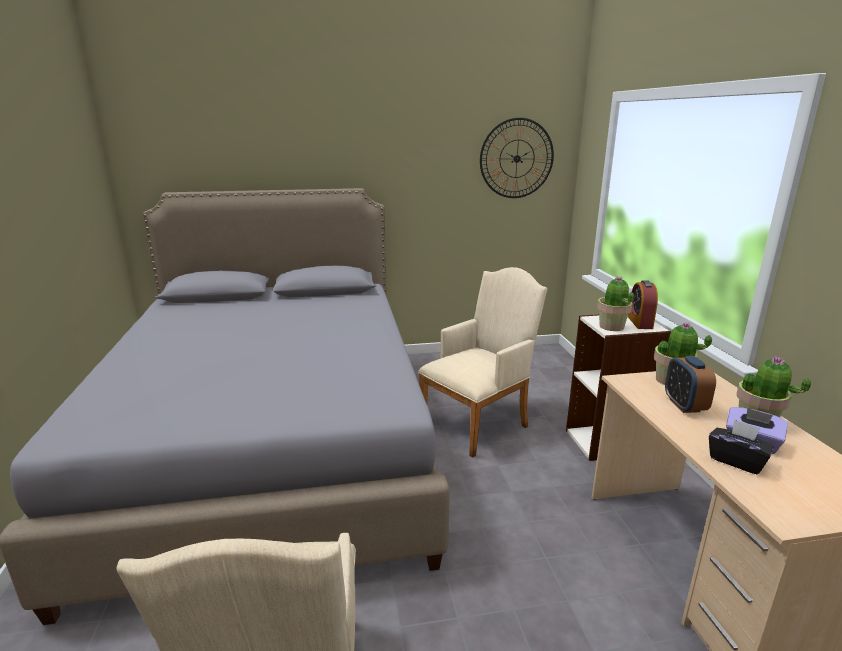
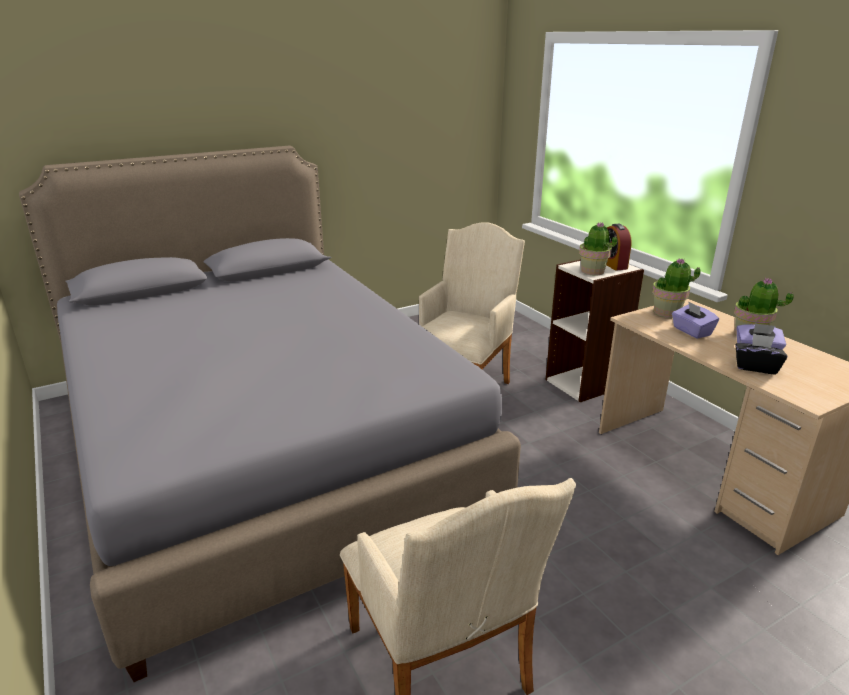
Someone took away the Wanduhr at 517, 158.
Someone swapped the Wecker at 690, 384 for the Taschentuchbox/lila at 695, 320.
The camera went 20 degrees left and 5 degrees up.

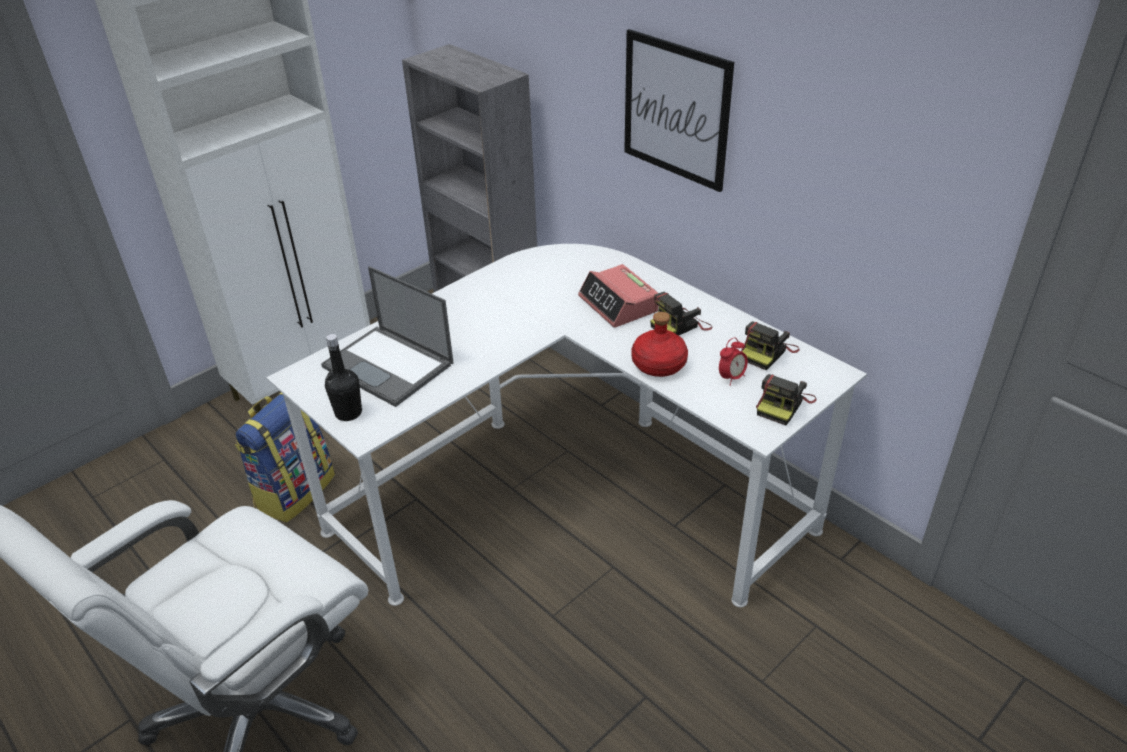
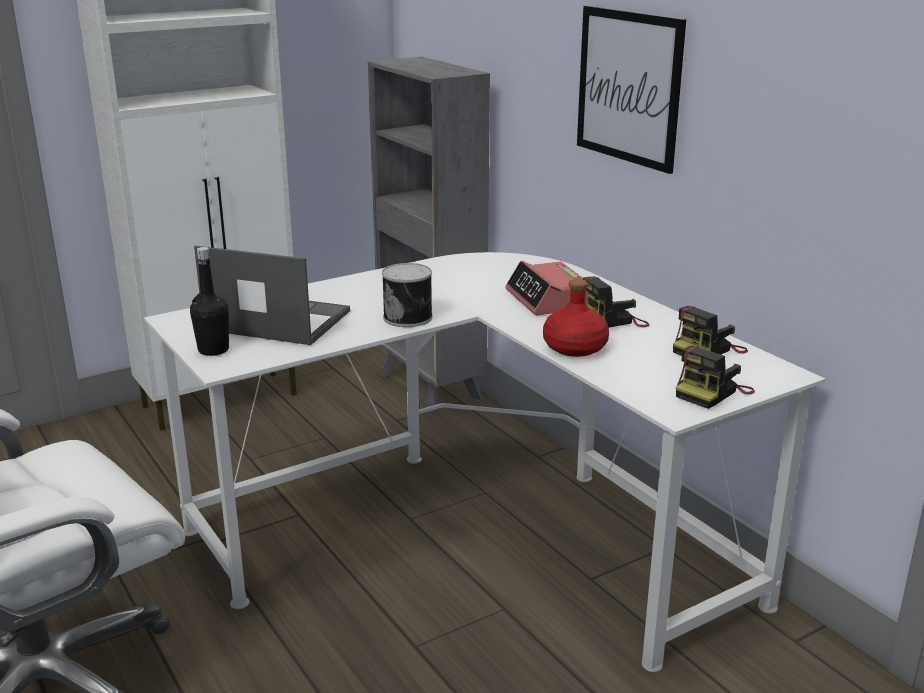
Someone took away the Rucksack at 285, 457.
Someone took away the Wecker at 733, 361.
Someone put down the Dose at 407, 295.
Someone rotated the Laptop at 387, 336 by 150 degrees clockwise.
The camera went 10 degrees right and 15 degrees down.

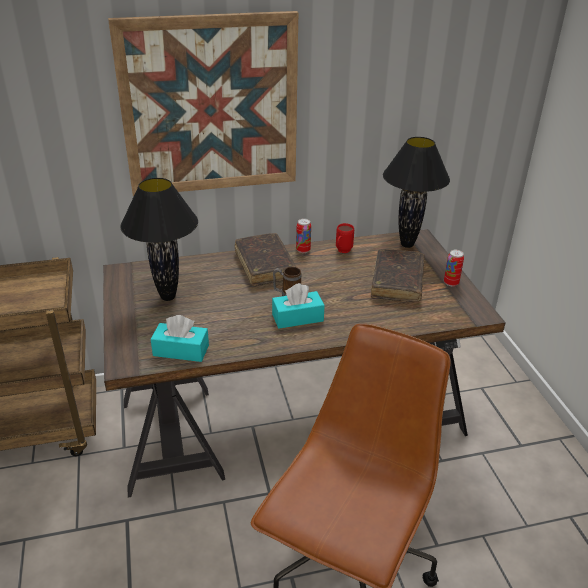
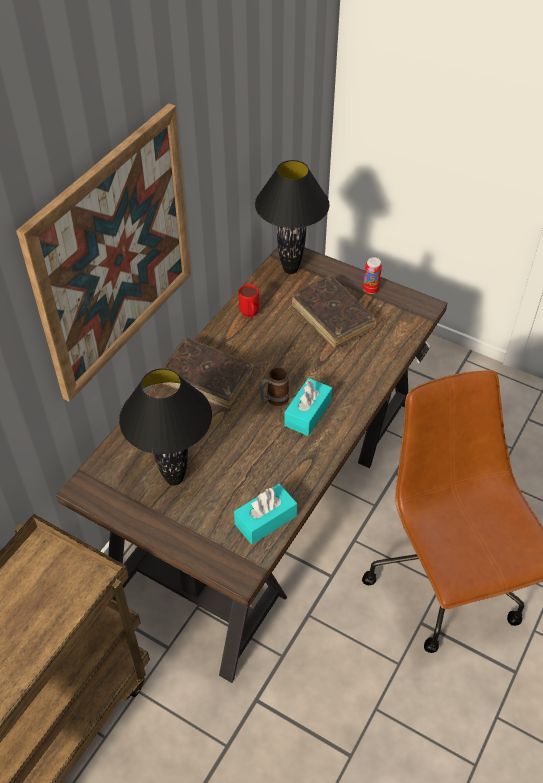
Someone took away the Dose at 303, 235.
The camera went 45 degrees left and 15 degrees up.

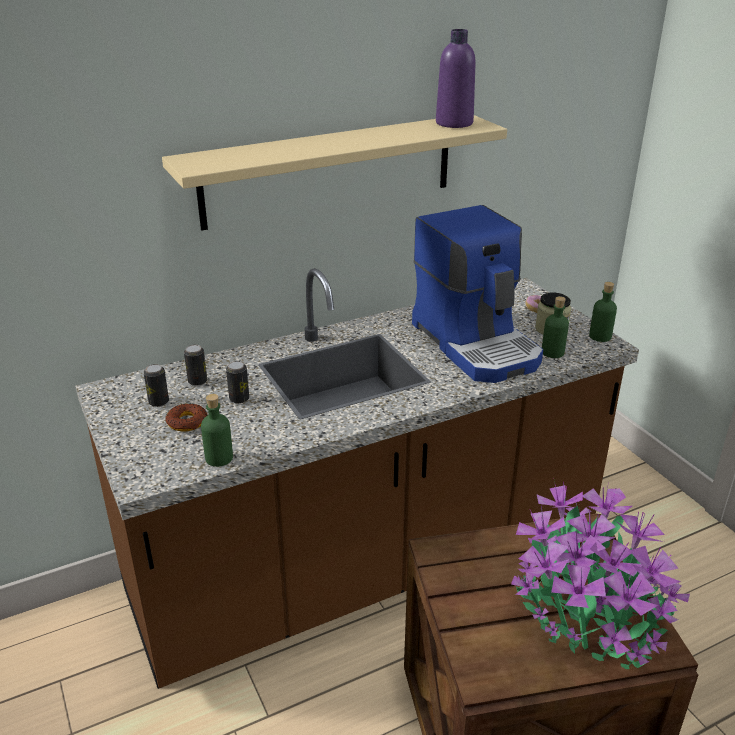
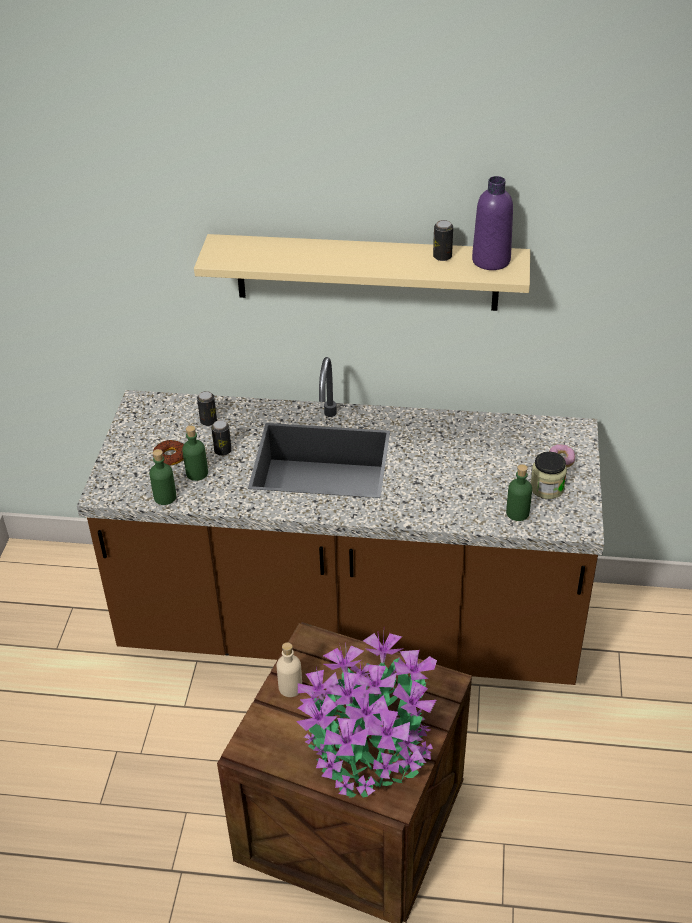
Someone took away the Kaffeemaschine at 477, 294.
Someone put down the Flasche/beige at 289, 669.
Someone carried the Dose from 156, 385 to 443, 240.
Someone carried the Flasche/grün from 603, 312 to 195, 453.
The camera went 35 degrees right and 10 degrees up.

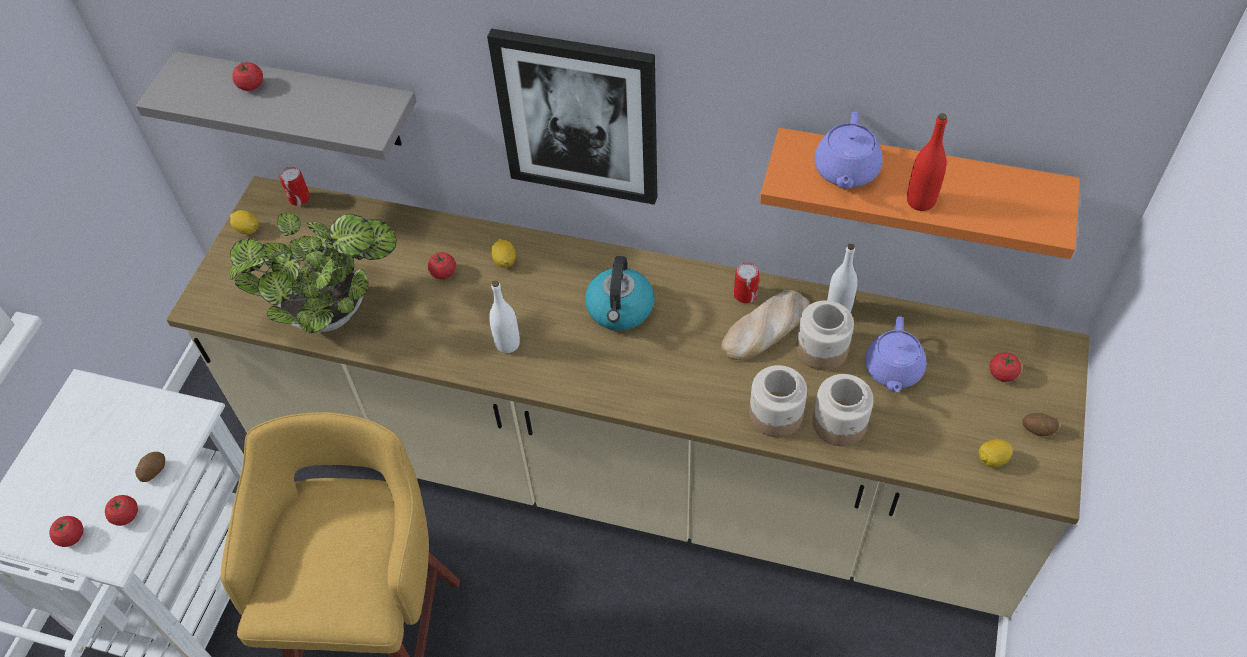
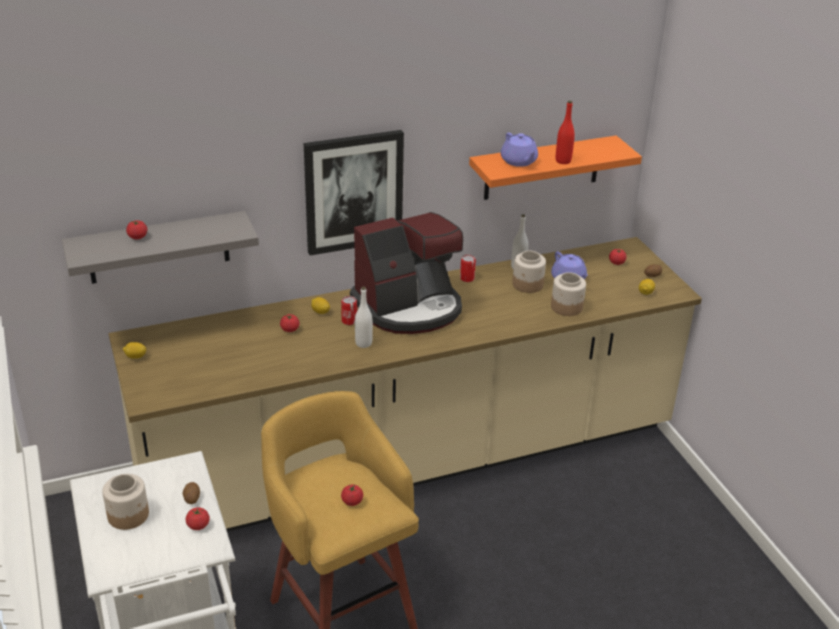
Someone took away the Topfpflanze at 313, 273.
Someone took away the Brot at 765, 325.
Someone carried the Tomate from 66, 531 to 352, 495.
Someone carried the Dose from 294, 186 to 349, 310.
Someone carried the Vorratsglas from 778, 401 to 125, 502.
Someone swapped the Wasserkessel at 619, 293 for the Kaffeemaschine at 406, 273.
The camera went 40 degrees left and 20 degrees down.

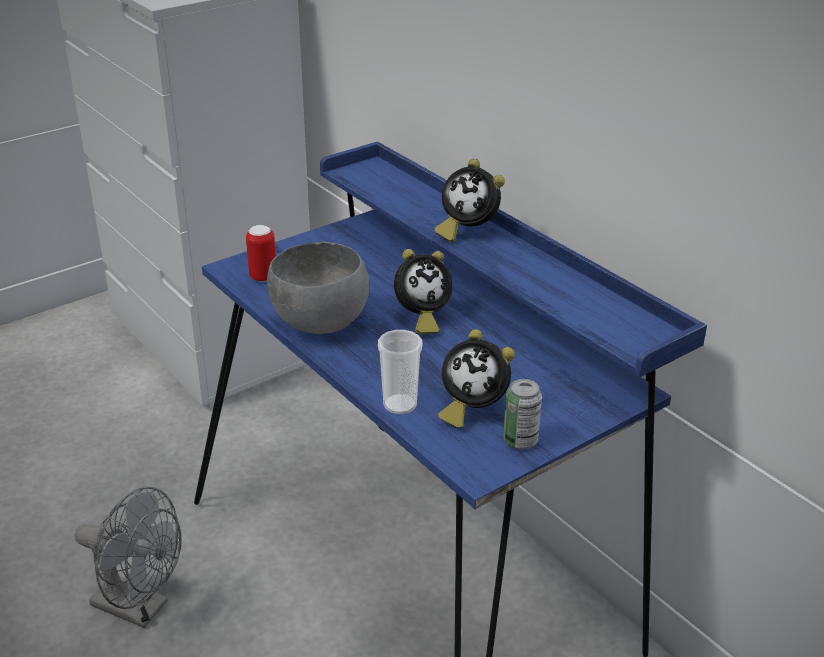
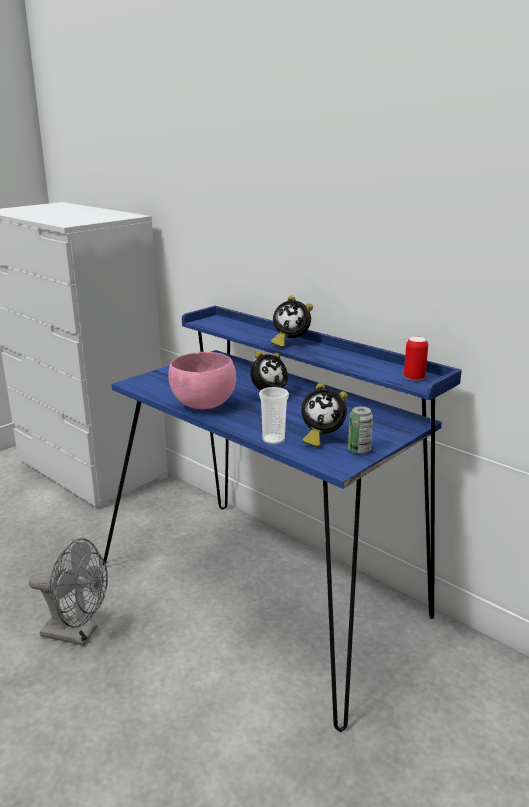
Someone carried the Dose from 261, 253 to 416, 358.
Someone repainted the Schüssel/grau at 318, 288, which became the Schüssel/rosa at 202, 380.
The camera went 10 degrees left and 10 degrees down.

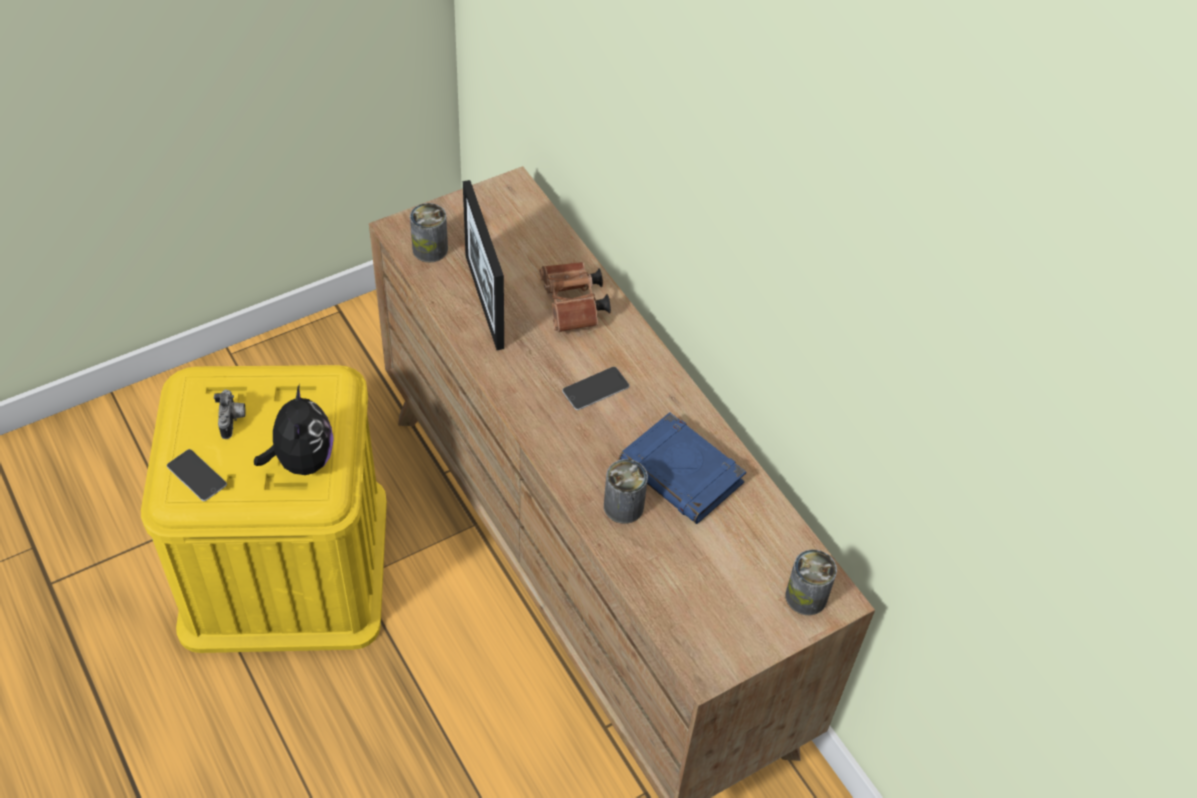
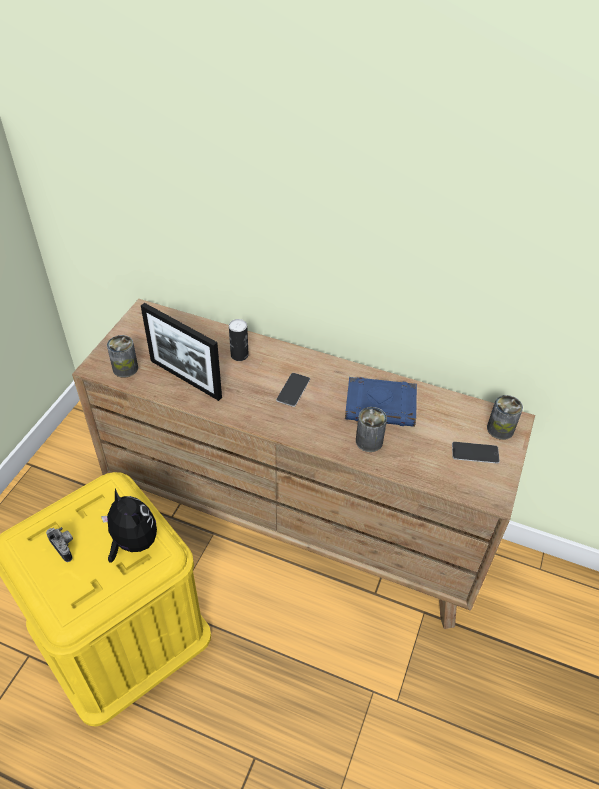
Someone carried the Handy from 196, 475 to 476, 453.
Someone swapped the Fernglas/braun at 575, 297 for the Dose at 239, 340.
The camera went 35 degrees left and 5 degrees down.

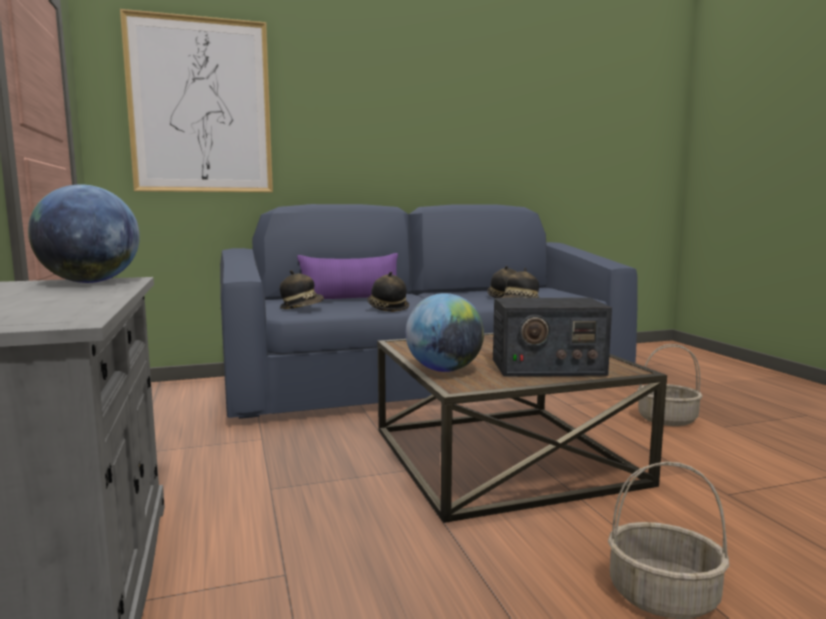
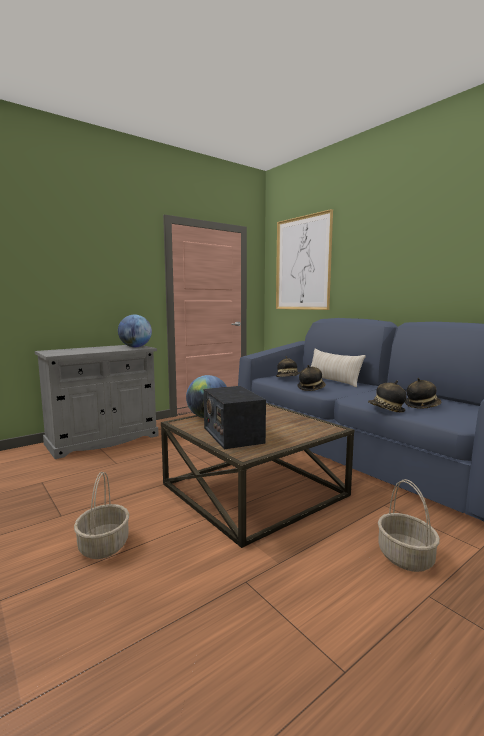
Someone repainted the Kissen/lila at 347, 276, which became the Kissen/beige at 338, 368.
The camera went 70 degrees right and 0 degrees up.

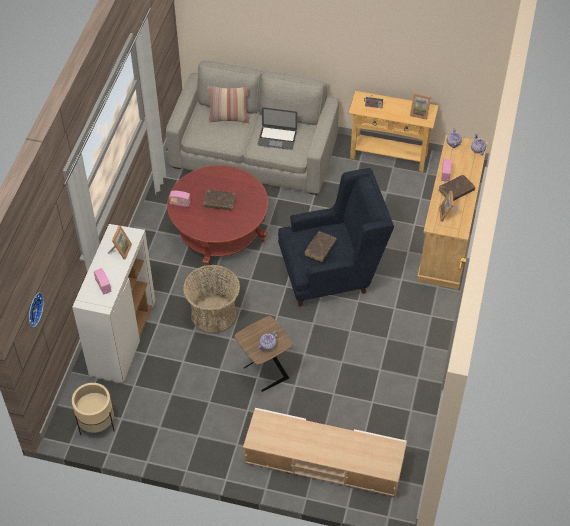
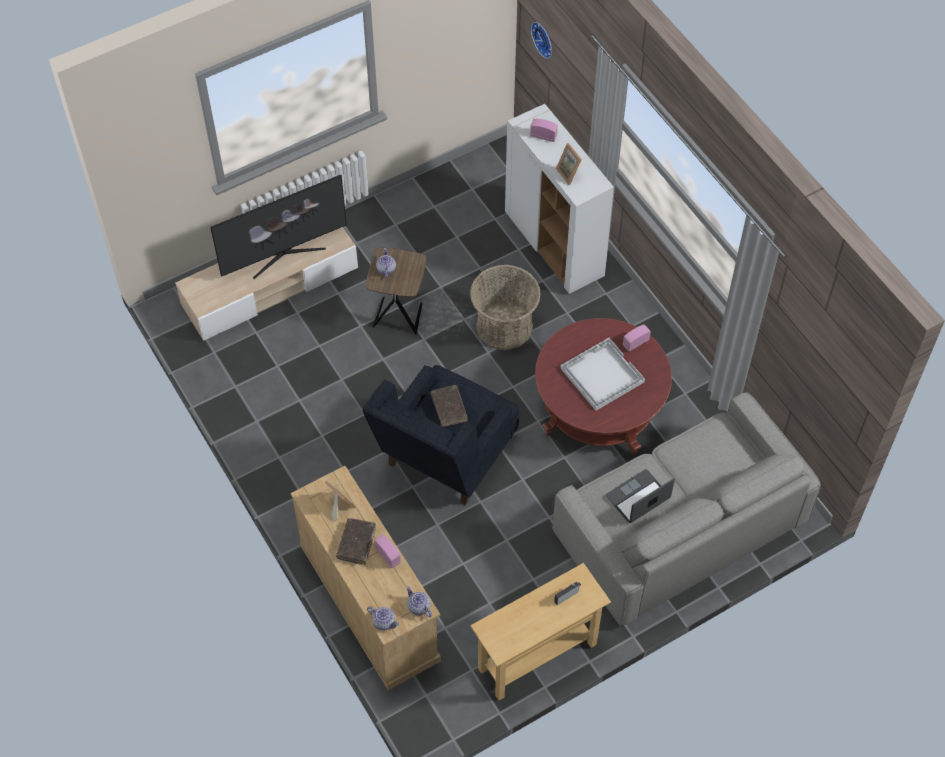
Someone took away the Pflanzkübel/beige at 93, 409.
Someone took away the Kissen at 228, 105.
Someone took away the Bilderrahmen at 420, 106.
Someone put down the Fernseher at 278, 227.
Someone swapped the Buch/braun at 219, 200 for the Tablett/weiß at 602, 374.
The camera went 135 degrees right and 5 degrees up.

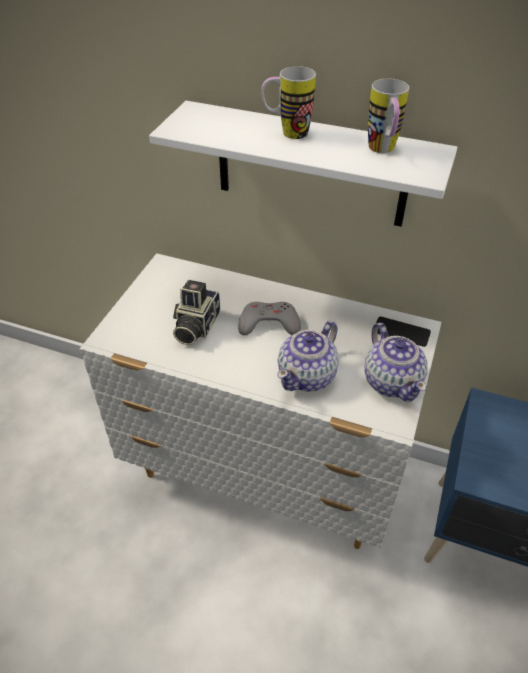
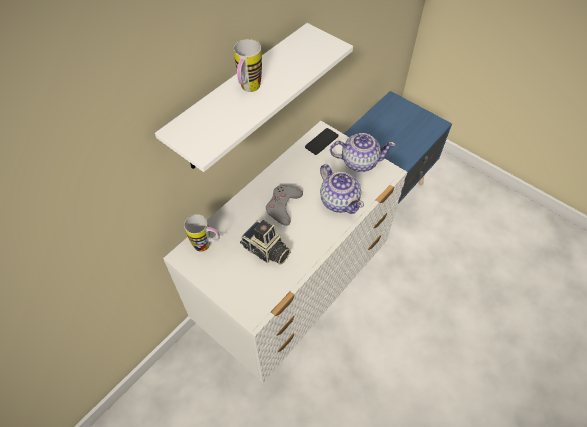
Someone carried the Henkelbecher from 388, 116 to 202, 233.
The camera went 70 degrees left and 10 degrees up.

